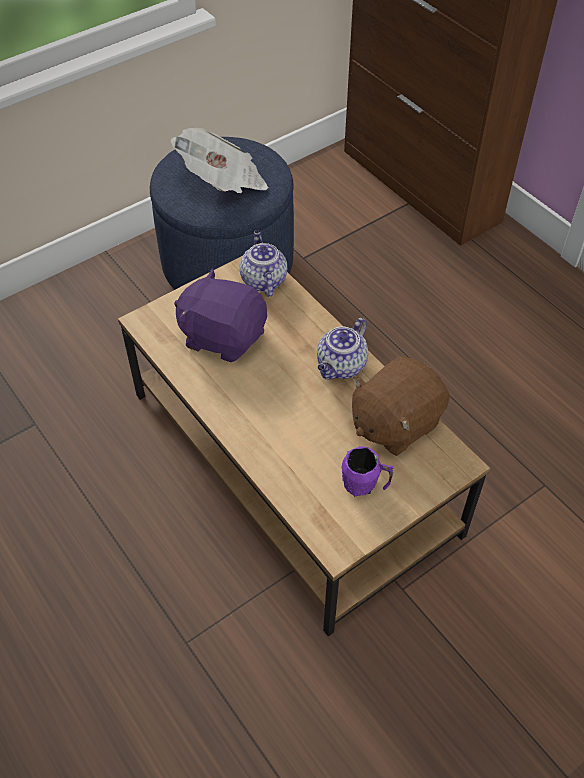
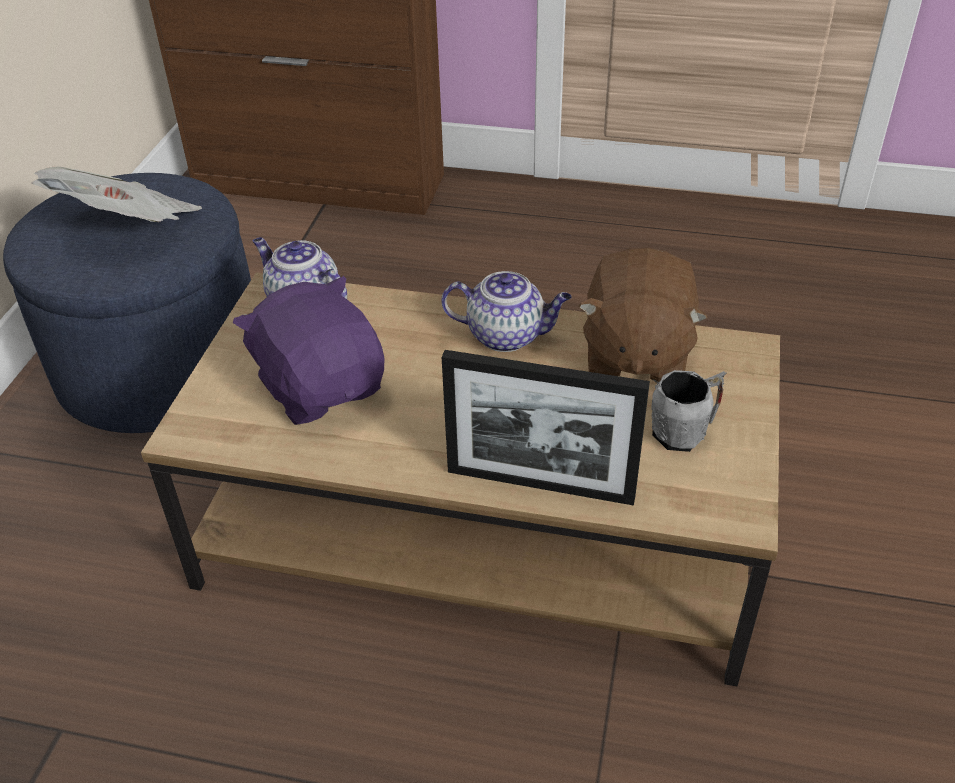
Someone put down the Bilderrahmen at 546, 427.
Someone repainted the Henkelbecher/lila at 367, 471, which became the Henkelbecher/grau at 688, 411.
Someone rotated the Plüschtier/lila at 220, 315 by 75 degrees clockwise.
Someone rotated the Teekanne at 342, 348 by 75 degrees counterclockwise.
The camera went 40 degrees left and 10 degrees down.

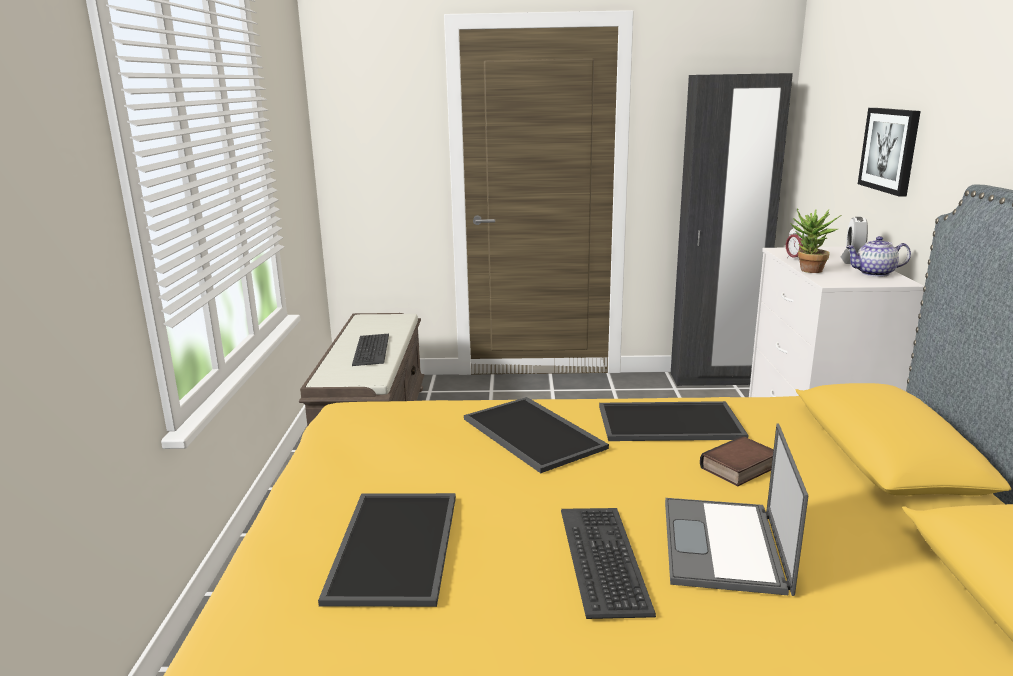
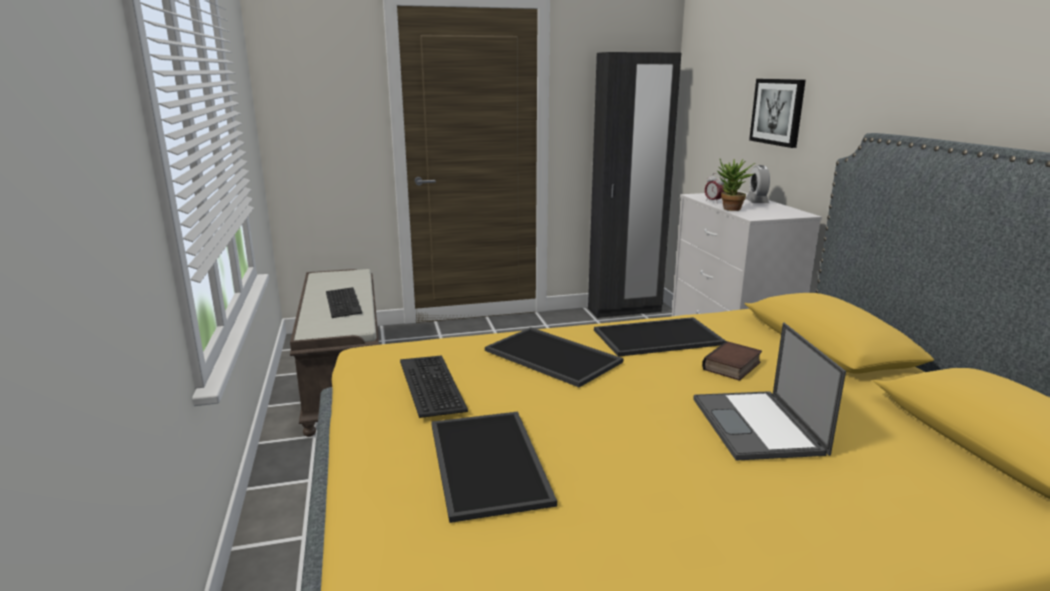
Someone took away the Teekanne at 878, 256.
Someone carried the Tastatur from 608, 563 to 434, 386.
The camera went 15 degrees left and 0 degrees up.

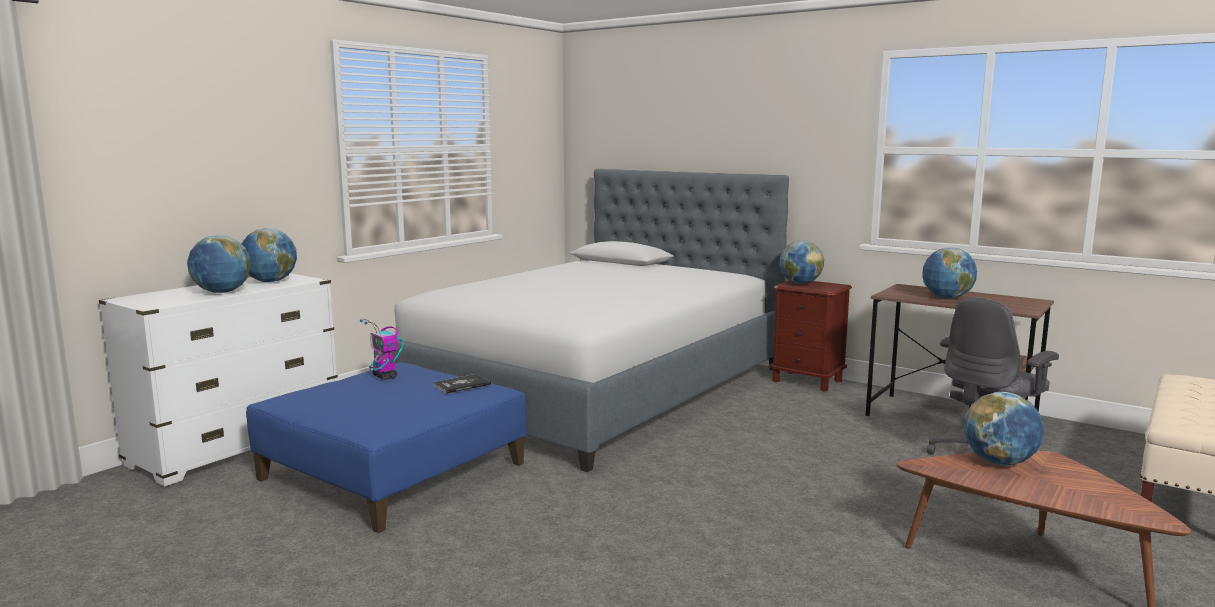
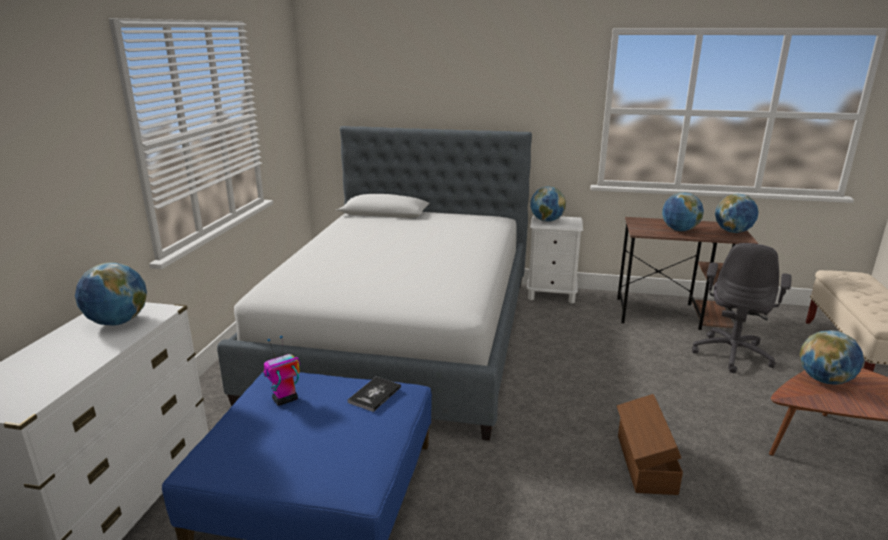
Someone put down the Aufbewahrungsbox/braun at 650, 444.
Someone carried the Globus from 219, 264 to 737, 213.
Someone repainted the Nachttisch/braun at 811, 336, which became the Nachttisch/weiß at 555, 259.
Someone rotated the Spielzeugroboter at 382, 349 by 120 degrees clockwise.
The camera went 25 degrees left and 10 degrees up.

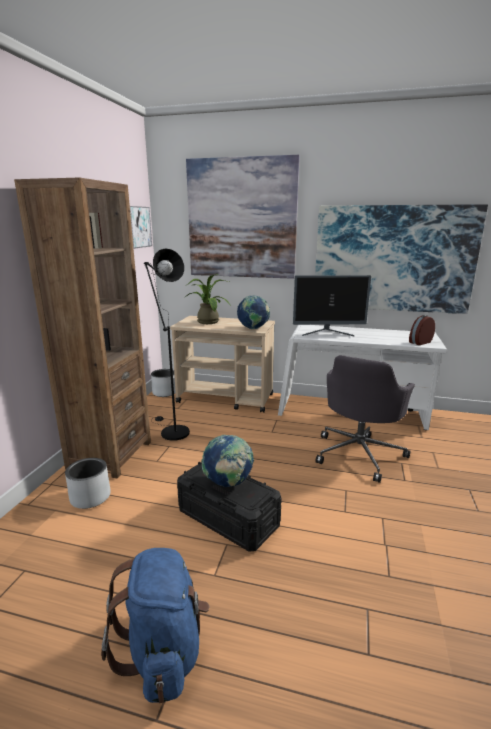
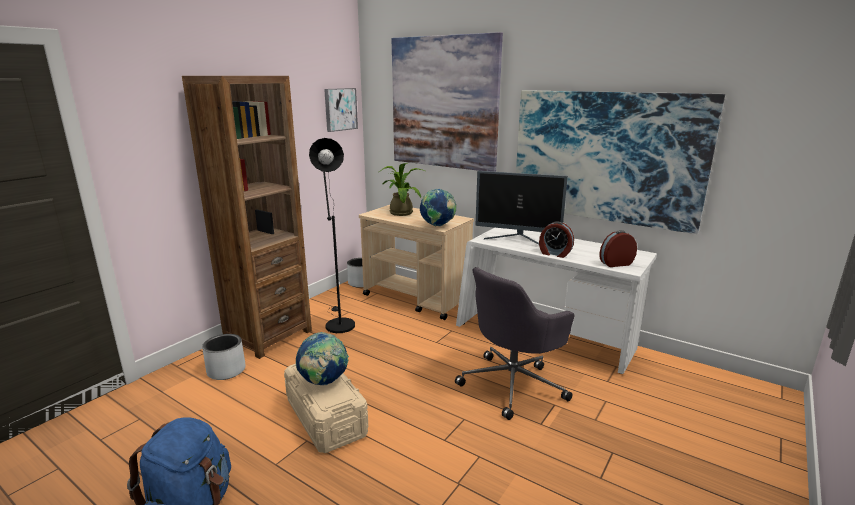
Someone put down the Wecker at 556, 239.
Someone repainted the Aufbewahrungsbox/schwarz at 229, 507, which became the Aufbewahrungsbox/beige at 326, 407.
The camera went 20 degrees right and 0 degrees up.

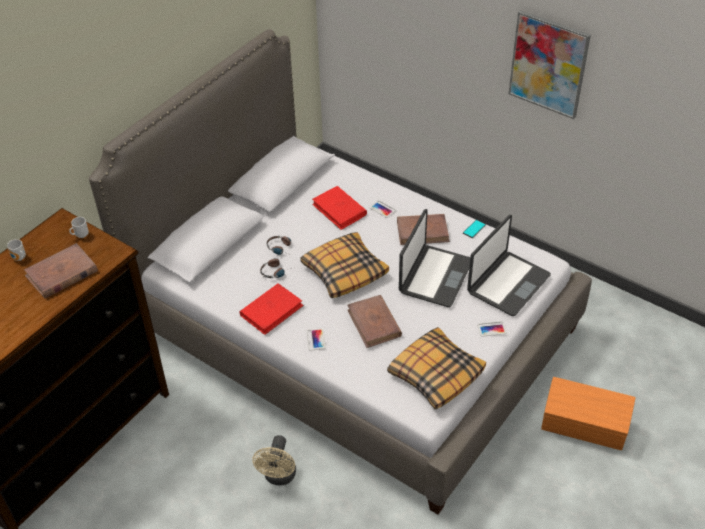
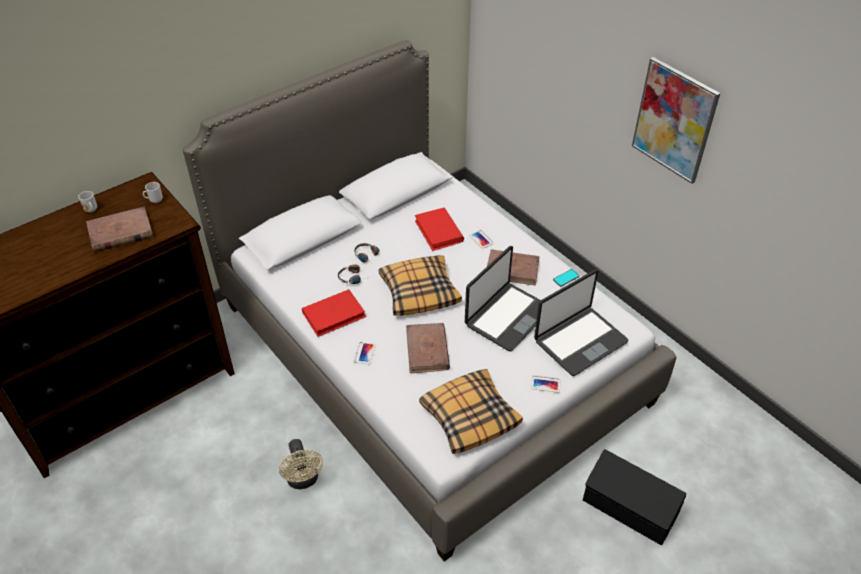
Someone repainted the Aufbewahrungsbox/orange at 588, 413, which became the Aufbewahrungsbox/schwarz at 634, 497.
Someone rotated the Ventilator/beige at 274, 460 by 45 degrees counterclockwise.
The camera went 15 degrees right and 0 degrees up.

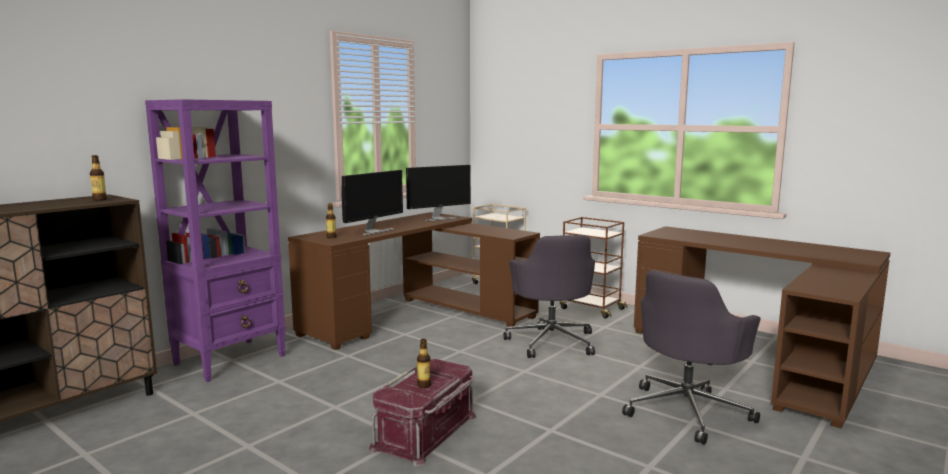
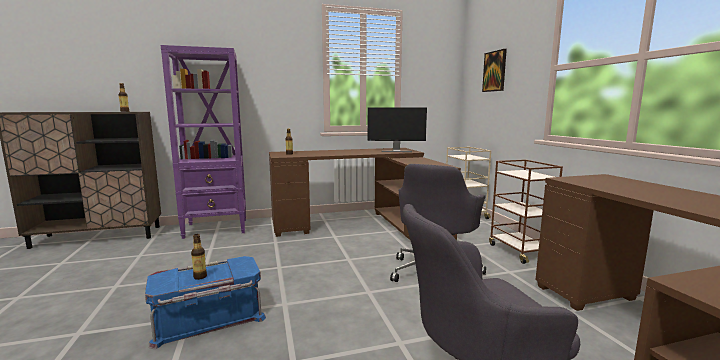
Someone took away the Monitor at 372, 203.
Someone put up the Bild at 494, 70.
Someone repainted the Aufbewahrungsbox/rot at 422, 412, which became the Aufbewahrungsbox/blau at 205, 302.
The camera went 35 degrees right and 0 degrees up.

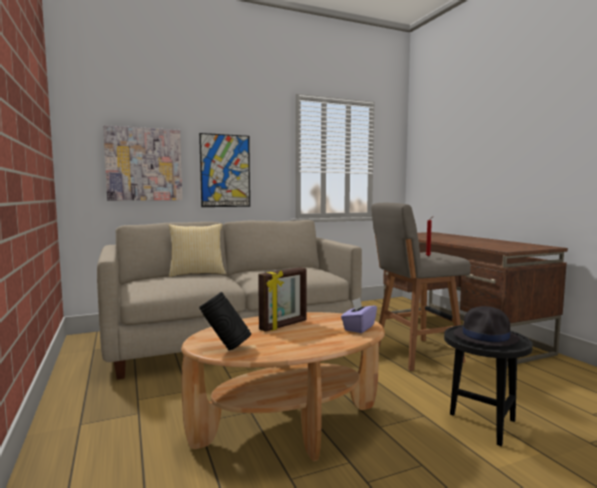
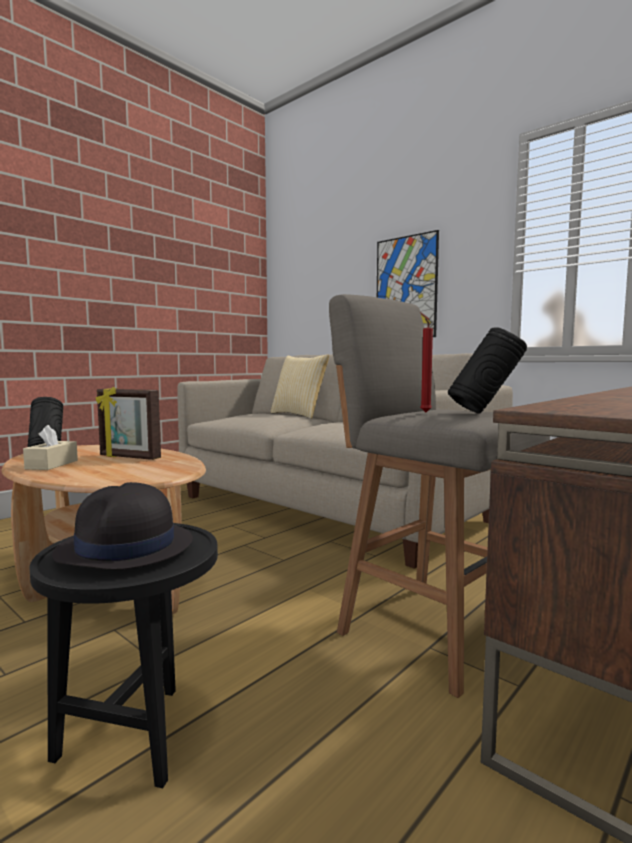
Someone took away the Bild at 142, 162.
Someone took away the Taschentuchbox/lila at 359, 315.
Someone put down the Taschentuchbox/beige at 50, 447.
Someone put down the Vase/schwarz at 487, 370.
The camera went 65 degrees right and 0 degrees up.

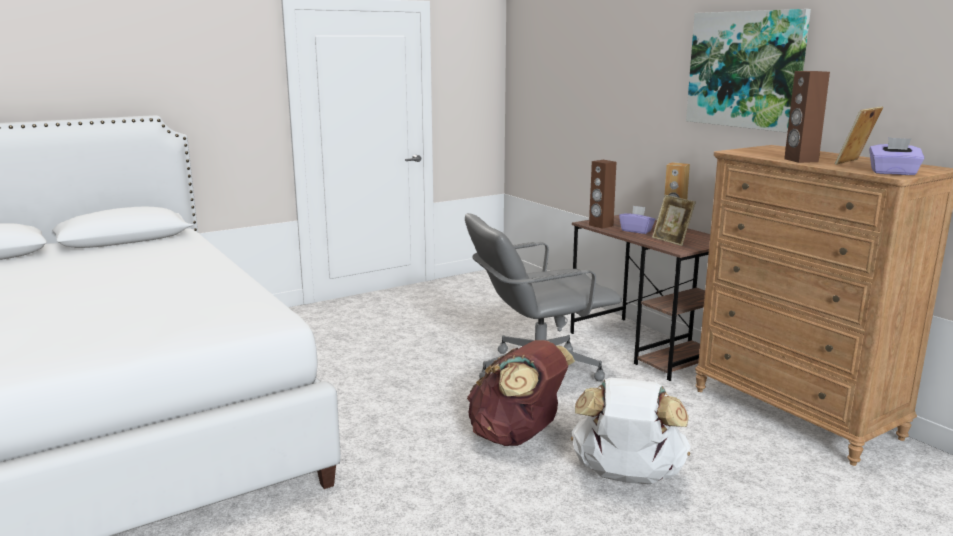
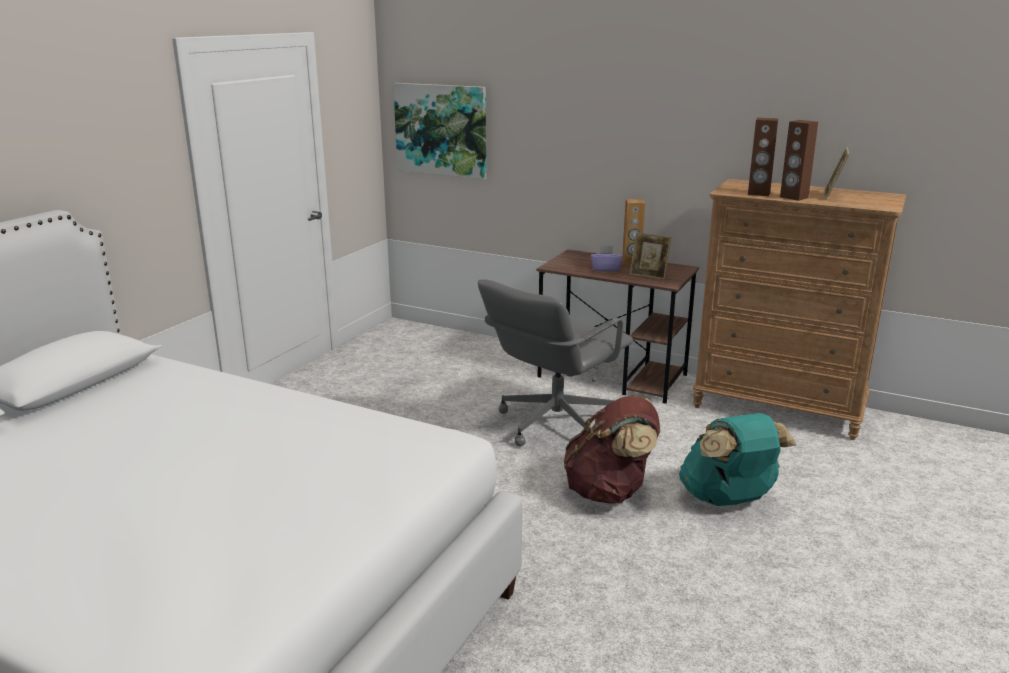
Someone took away the Taschentuchbox/lila at 897, 156.
Someone carried the Lautsprecher/braun from 602, 194 to 763, 157.
Someone carried the Bild from 748, 71 to 439, 131.
Someone repainted the Rucksack/weiß at 630, 431, which became the Rucksack/türkis at 737, 459.
The camera went 30 degrees left and 5 degrees up.

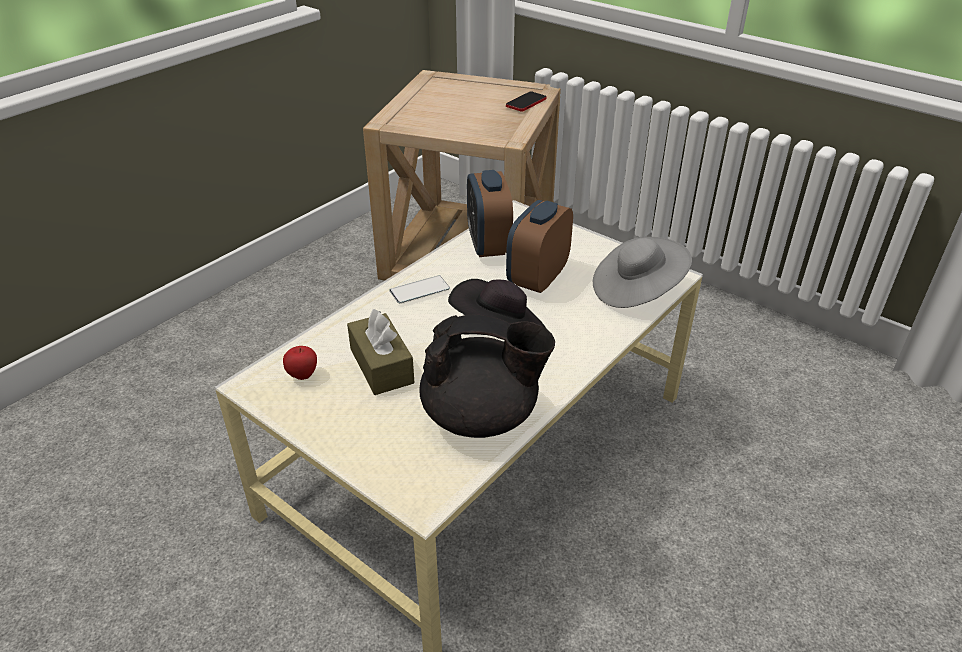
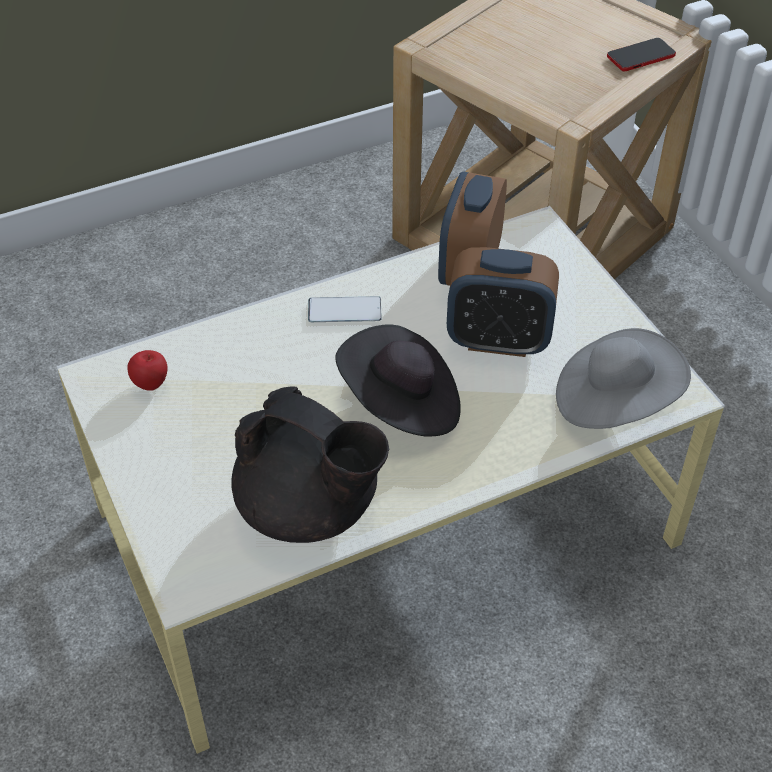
Someone took away the Taschentuchbox/braun at 381, 352.
Someone rotated the Wecker at 539, 246 by 135 degrees counterclockwise.
The camera went 25 degrees right and 10 degrees up.

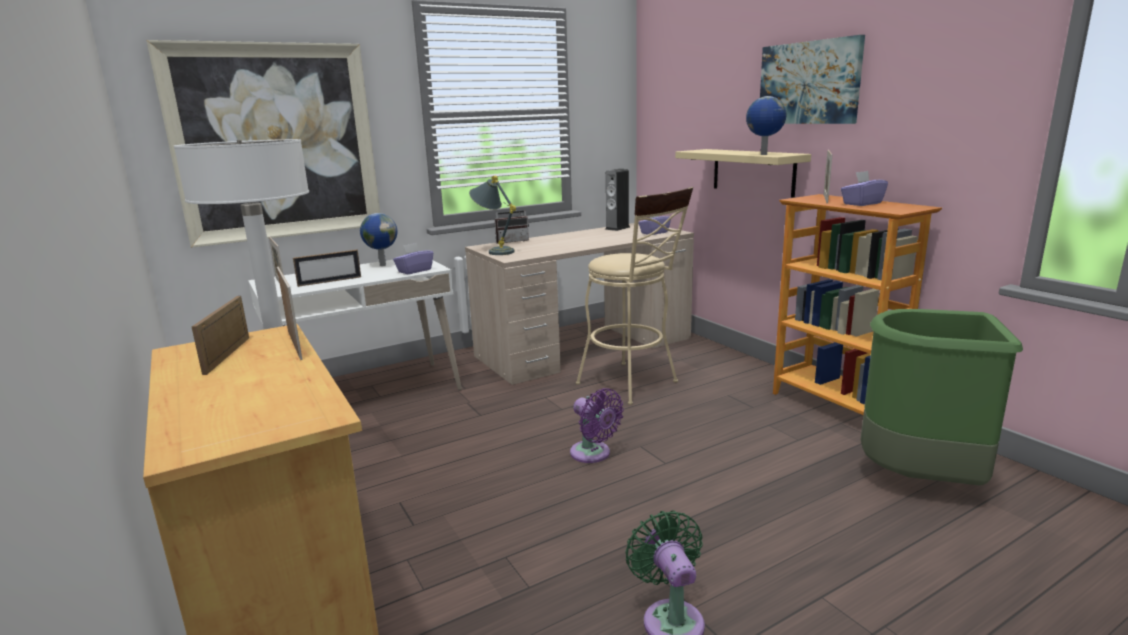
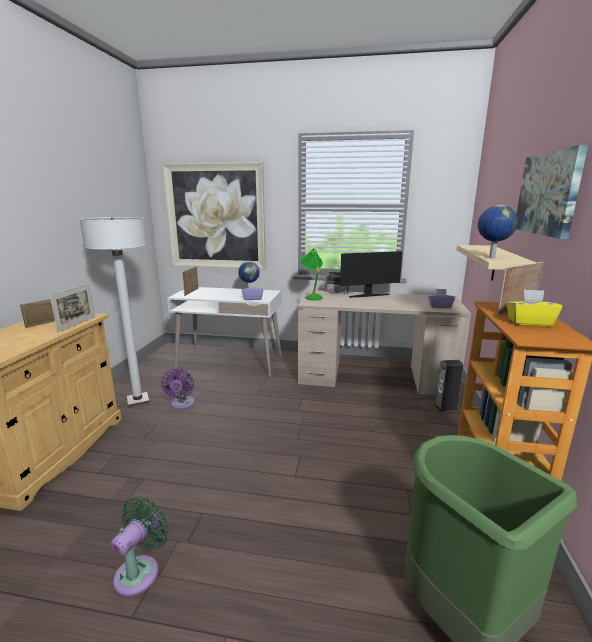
Someone took away the Bilderrahmen at 327, 268.
Someone took away the Hocker/beige at 634, 296.
Someone put down the Monitor at 371, 274.
Someone carried the Ventilator/lila from 597, 425 to 178, 388.
Someone carried the Lautsprecher from 617, 200 to 448, 386.
Someone repainted the Tischlampe/grau at 492, 215, which became the Tischlampe/grün at 311, 274.
Someone repainted the Taschentuchbox/lila at 864, 188, which became the Taschentuchbox/gelb at 534, 307.
The camera went 40 degrees right and 0 degrees up.

